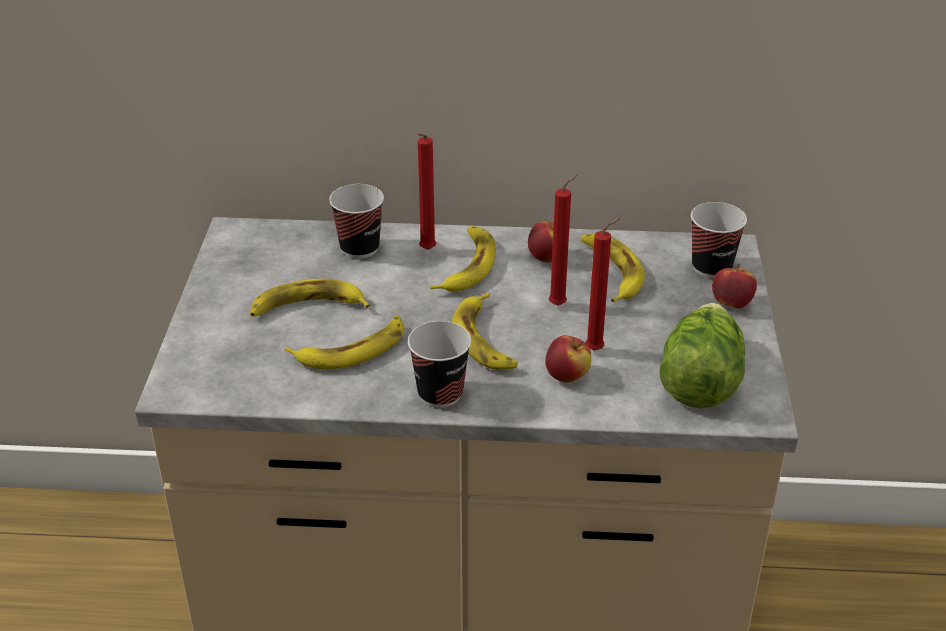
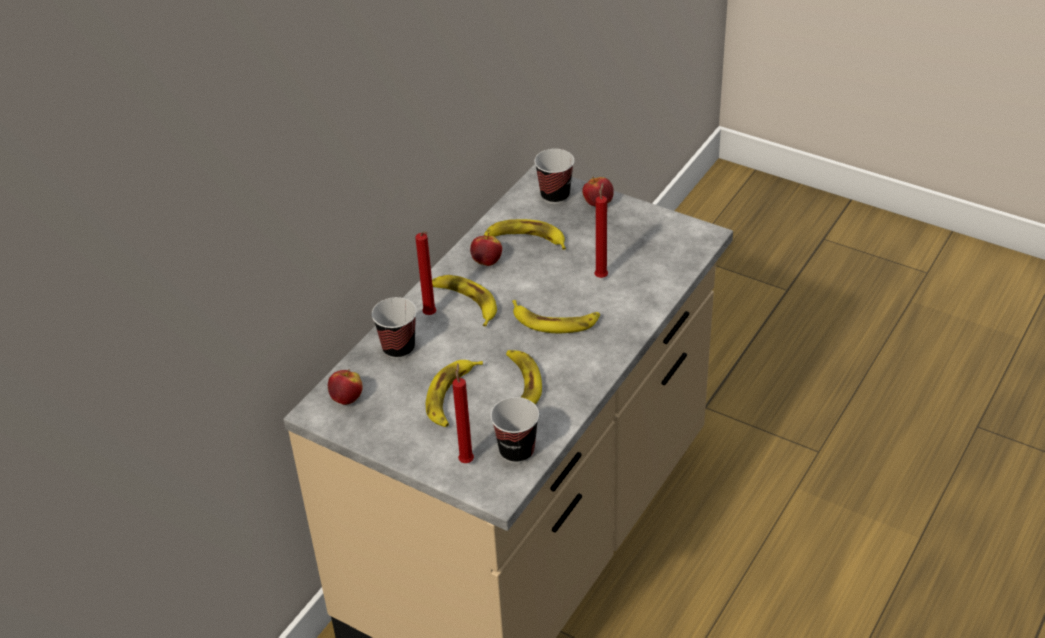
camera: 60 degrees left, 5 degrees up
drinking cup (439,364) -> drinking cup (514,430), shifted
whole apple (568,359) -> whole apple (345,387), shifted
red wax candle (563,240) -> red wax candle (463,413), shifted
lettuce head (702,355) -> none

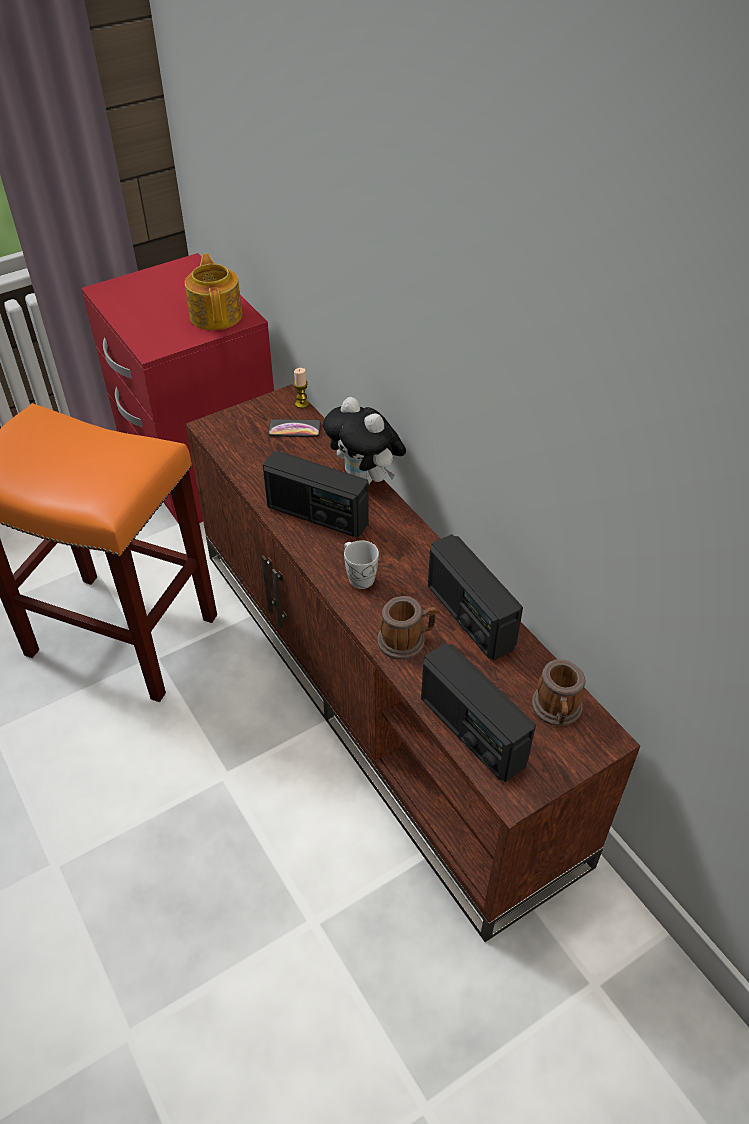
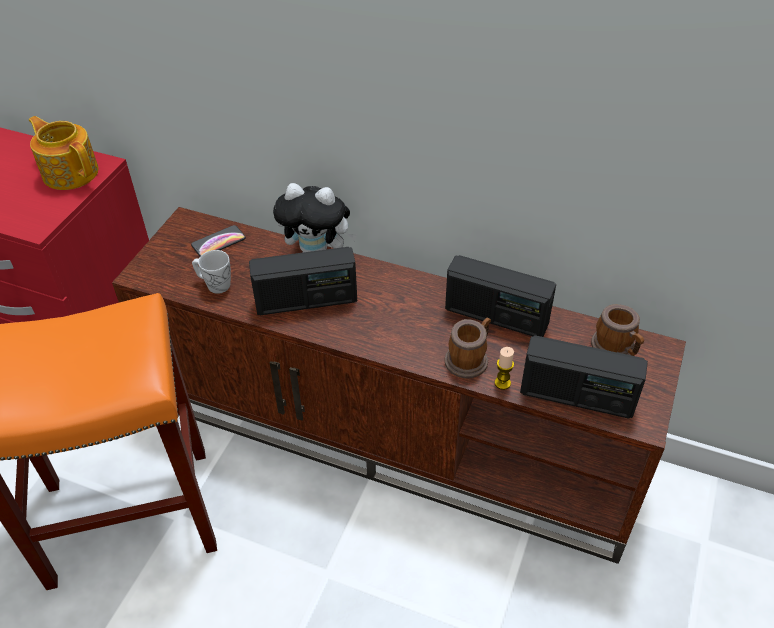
camera: 35 degrees left, 0 degrees up
wax candle (301,388) -> wax candle (504,368), shifted
white mug (361,564) -> white mug (211,272), shifted

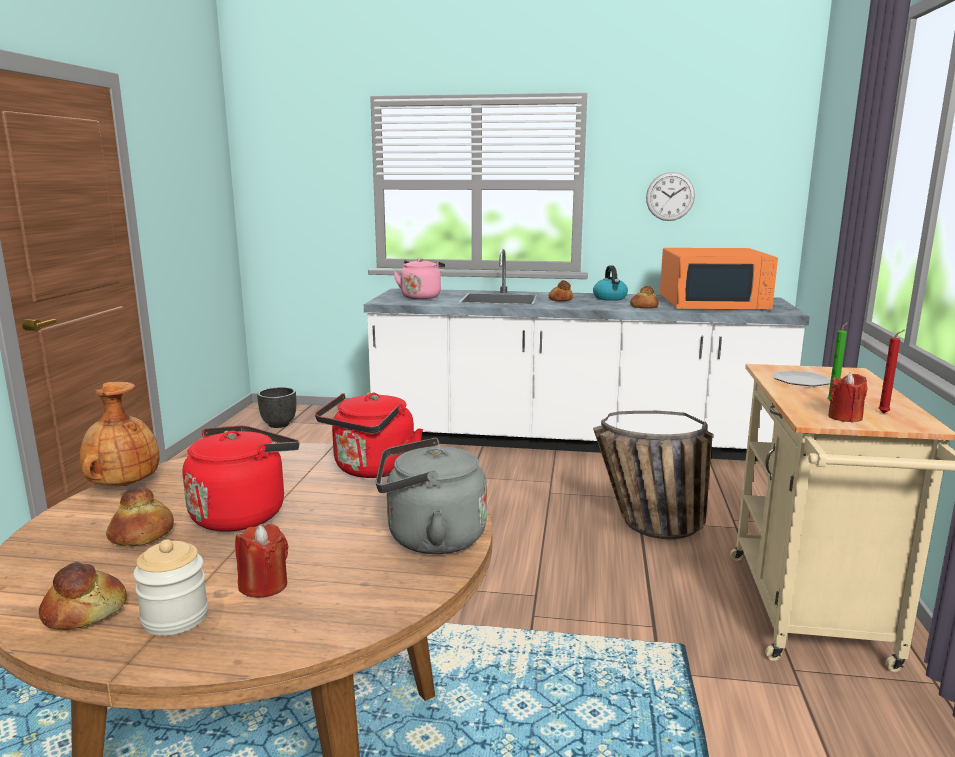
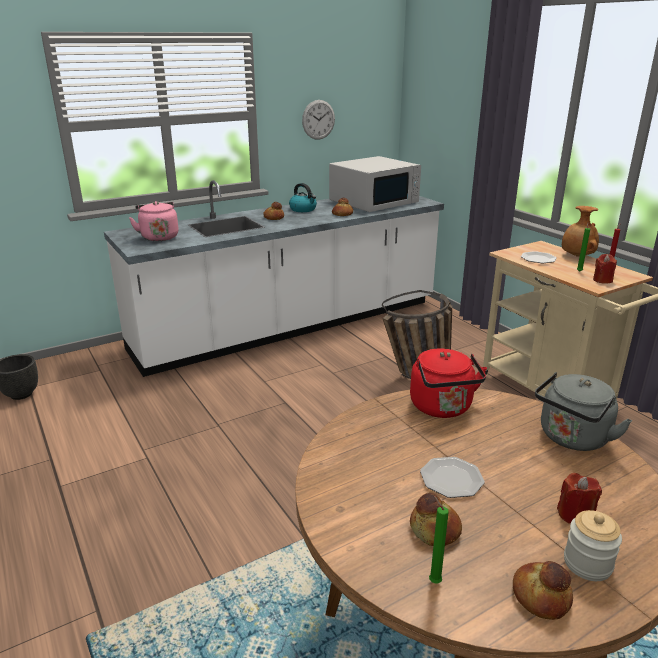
camera: 40 degrees left, 10 degrees up
brown decorative vase (119,434) -> brown decorative vase (580,231), shifted
red tea kettle (241,479) -> plate (452,477)
orange microwave oven (719,279) -> white microwave oven (375,184)
none -> greenish wax candle (439,539)

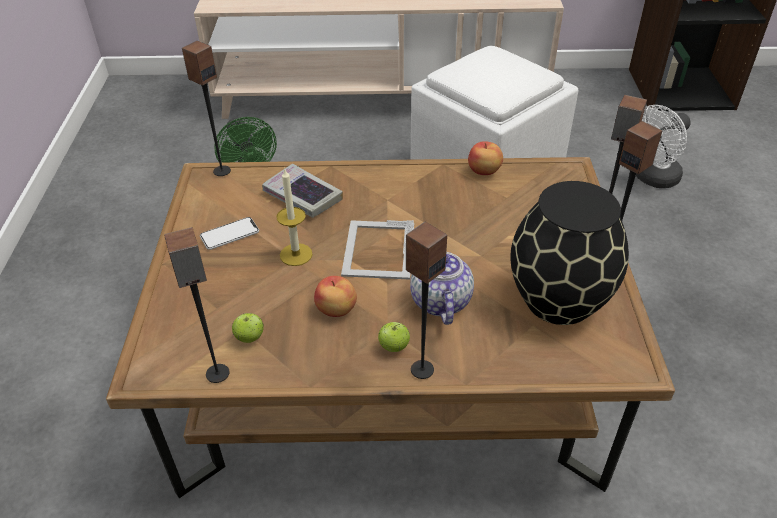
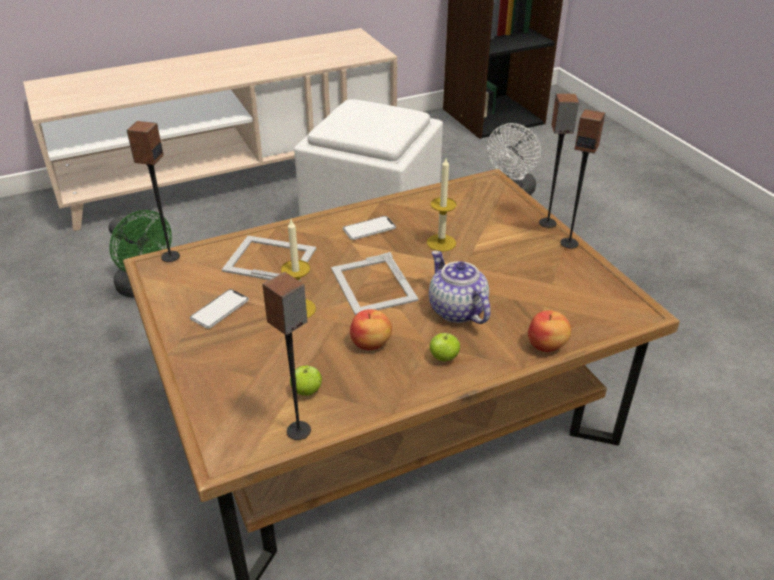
camera: 25 degrees left, 5 degrees down
book (302,191) -> standing frame (269,258)
loudspeaker (426,300) -> none
whole apple (485,158) -> whole apple (549,331), shifted
black decorative vase (569,253) -> none
none -> telephone (369,228)
none -> wax candle (442,205)

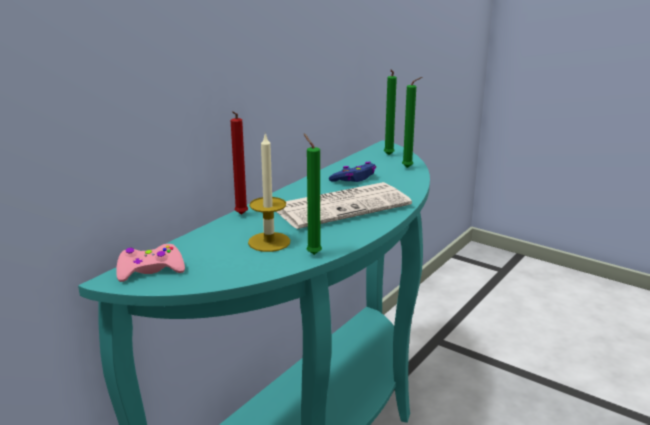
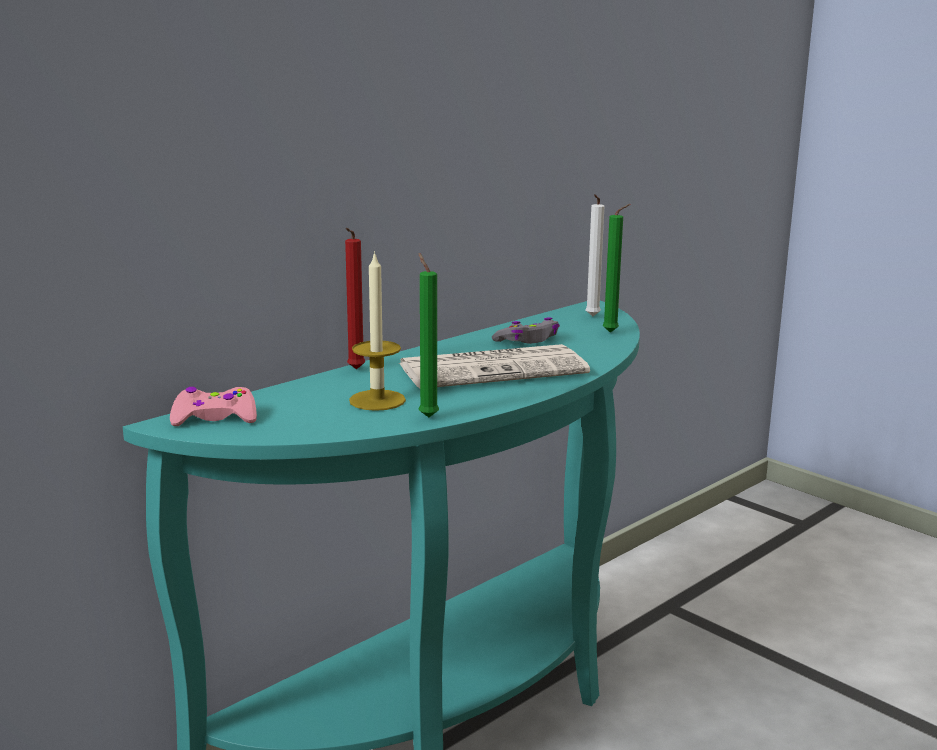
camera: 10 degrees right, 5 degrees down
bluish joypad (352,172) -> greyish joypad (526,330)
greenish wax candle (390,112) -> white wax candle (594,255)

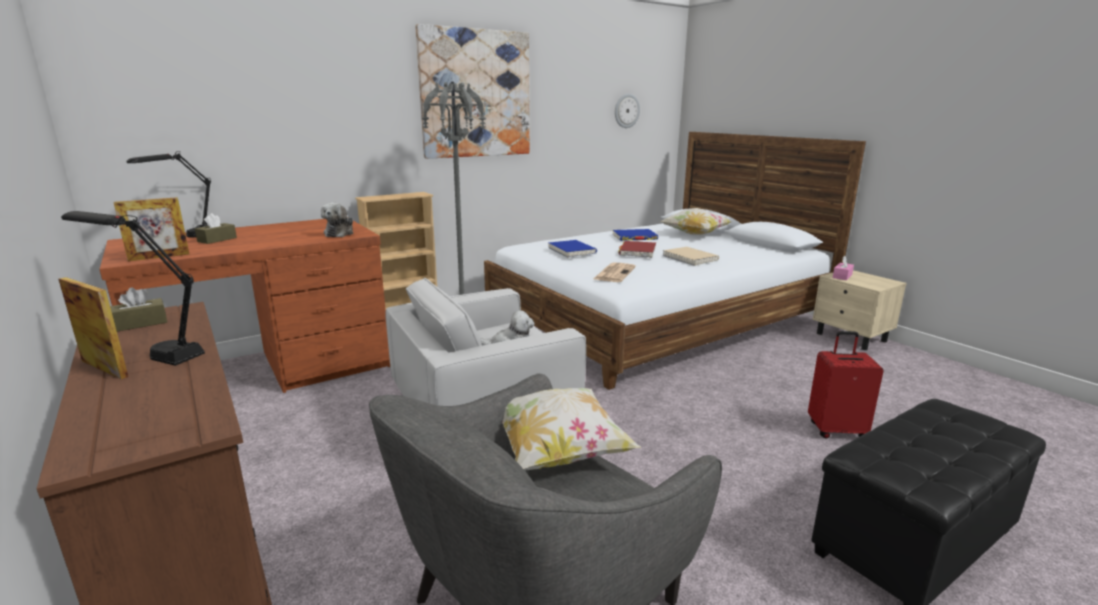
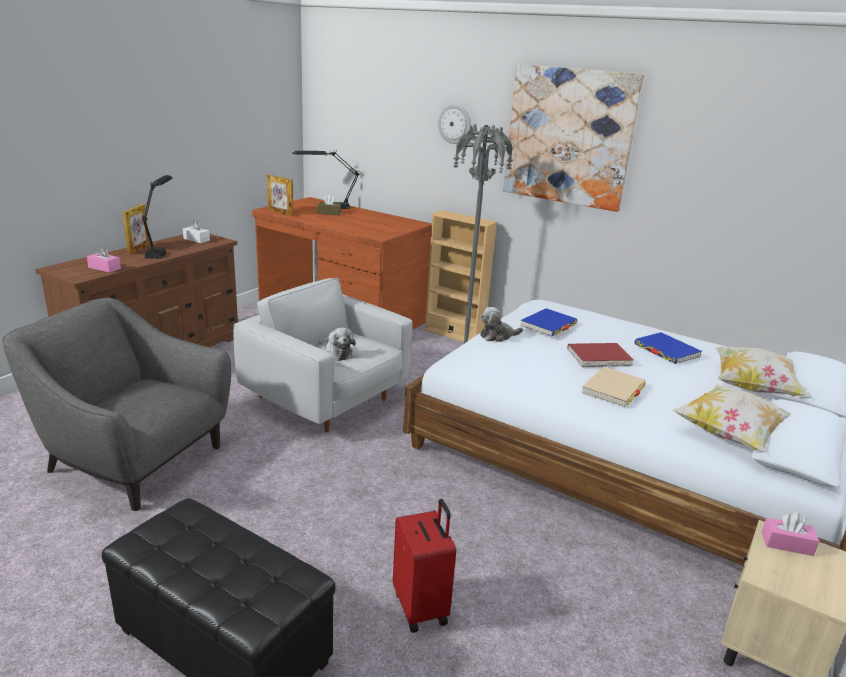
camera: 65 degrees right, 5 degrees up
brown tissue holder (138,309) -> white tissue holder (196,231)
cuddly toy (337,220) -> cuddly toy (501,324), shifted
throw pillow (571,429) -> throw pillow (731,418), shifted
printed paper (615,272) -> none
hanging clock (627,110) -> hanging clock (454,124), shifted
none -> pink-coloured tissue holder (104,259)

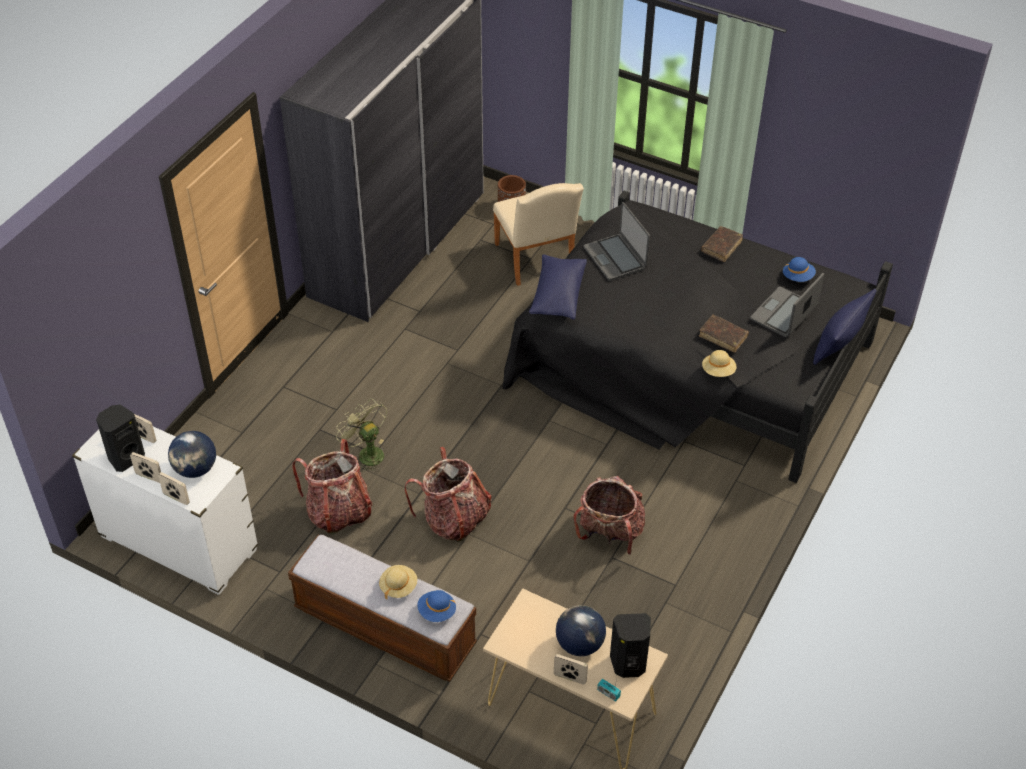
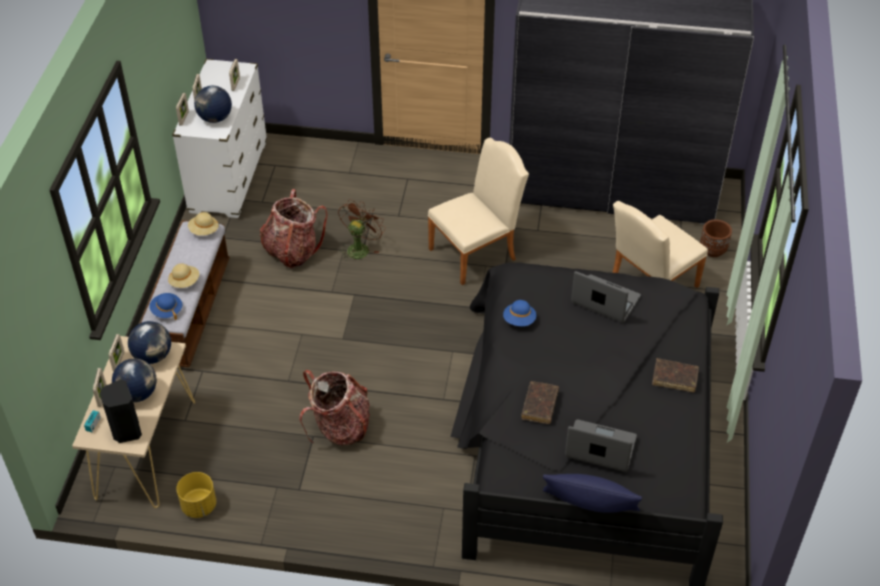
camera: 70 degrees right, 0 degrees up
black loudspeaker (120,438) -> none
greenish electric fan (361,435) -> brown electric fan (361,230)
rucksack (448,494) -> none
bluish throw pillow (558,287) -> none
notebook computer (617,241) -> notebook computer (606,297), 75 degrees clockwise
beige wearable hat (719,363) -> beige wearable hat (203,224), shifted
bluish wearable hat (799,269) -> bluish wearable hat (519,313), shifted
none -> standing frame (116,353)
none -> globe (149,342)
none -> yellow-coloured planter (196,495)
none -> beige upright chair (478,211)

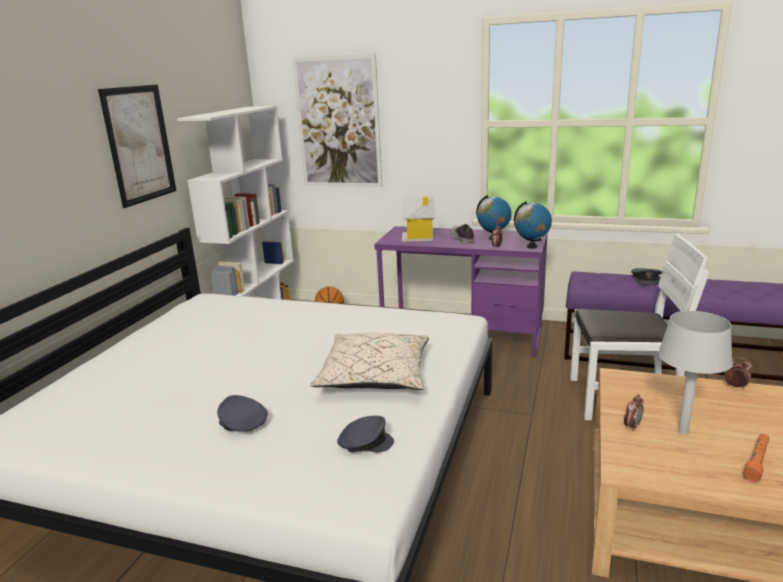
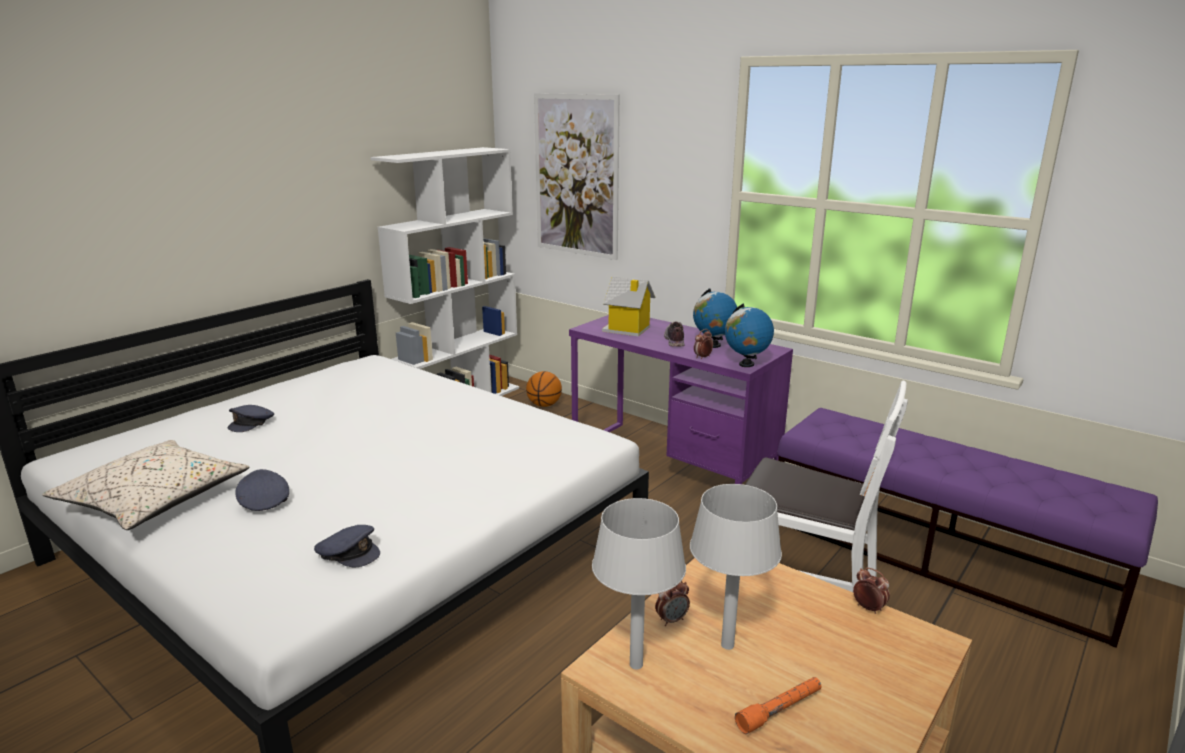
camera: 20 degrees right, 0 degrees up
wall picture (137,146) -> none
beige throw pillow (370,361) -> beige throw pillow (146,485), shifted
greyish peaked cap (646,276) -> greyish peaked cap (251,418), shifted
none -> greyish lamp for a table (639,583)

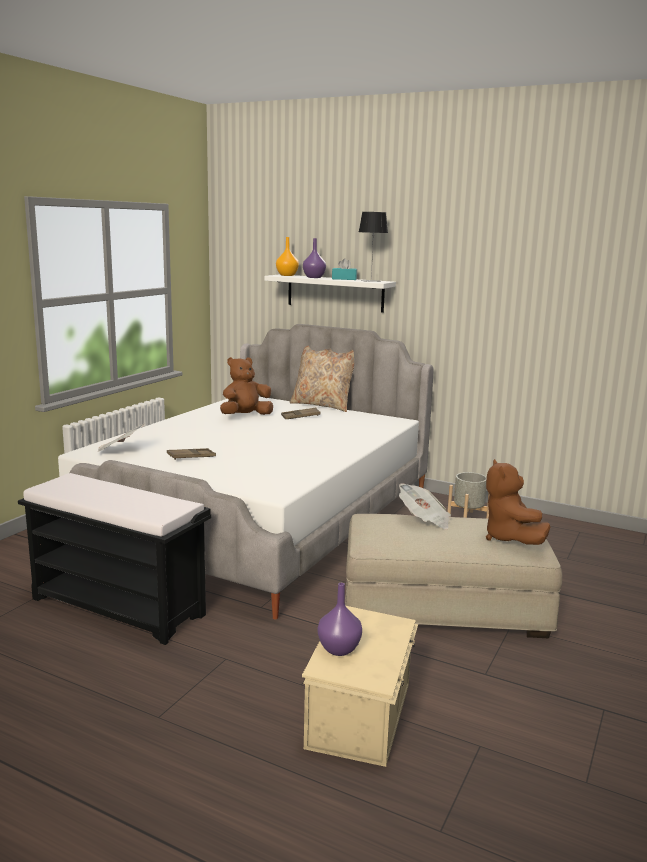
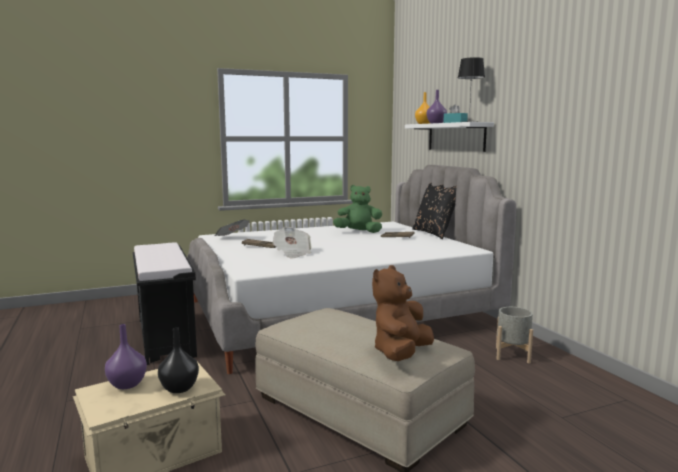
camera: 40 degrees right, 5 degrees down
brown cuddly toy (246,386) -> greenish cuddly toy (357,209)
beige throw pillow (322,378) -> black throw pillow (434,210)
printed paper (425,506) -> printed paper (292,242), shifted
none -> black decorative vase (178,360)

